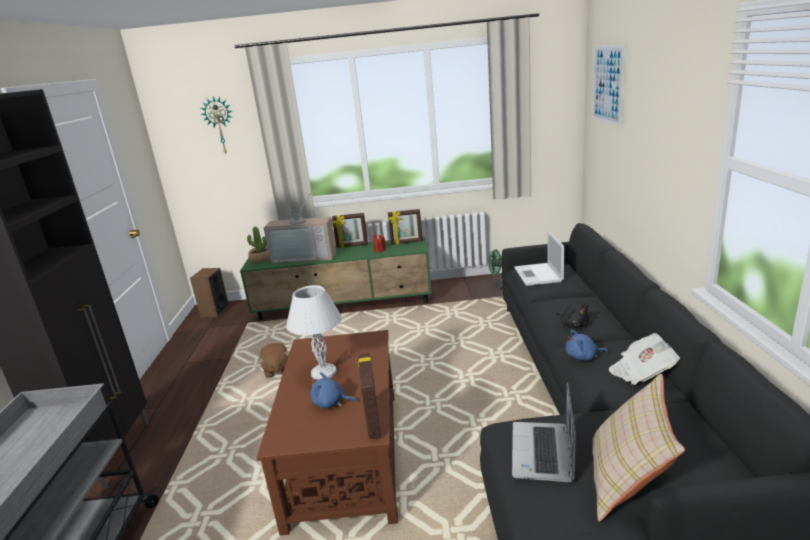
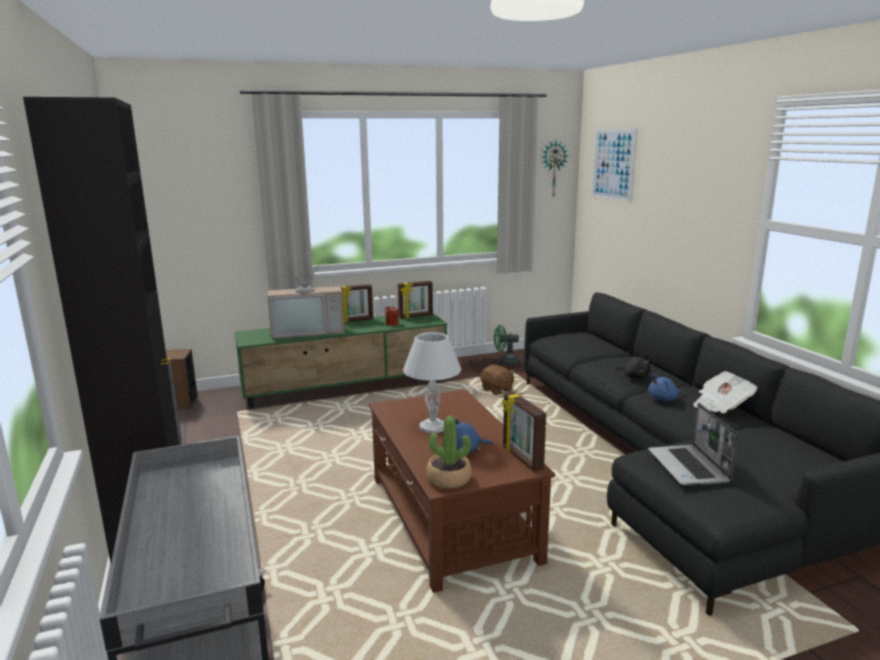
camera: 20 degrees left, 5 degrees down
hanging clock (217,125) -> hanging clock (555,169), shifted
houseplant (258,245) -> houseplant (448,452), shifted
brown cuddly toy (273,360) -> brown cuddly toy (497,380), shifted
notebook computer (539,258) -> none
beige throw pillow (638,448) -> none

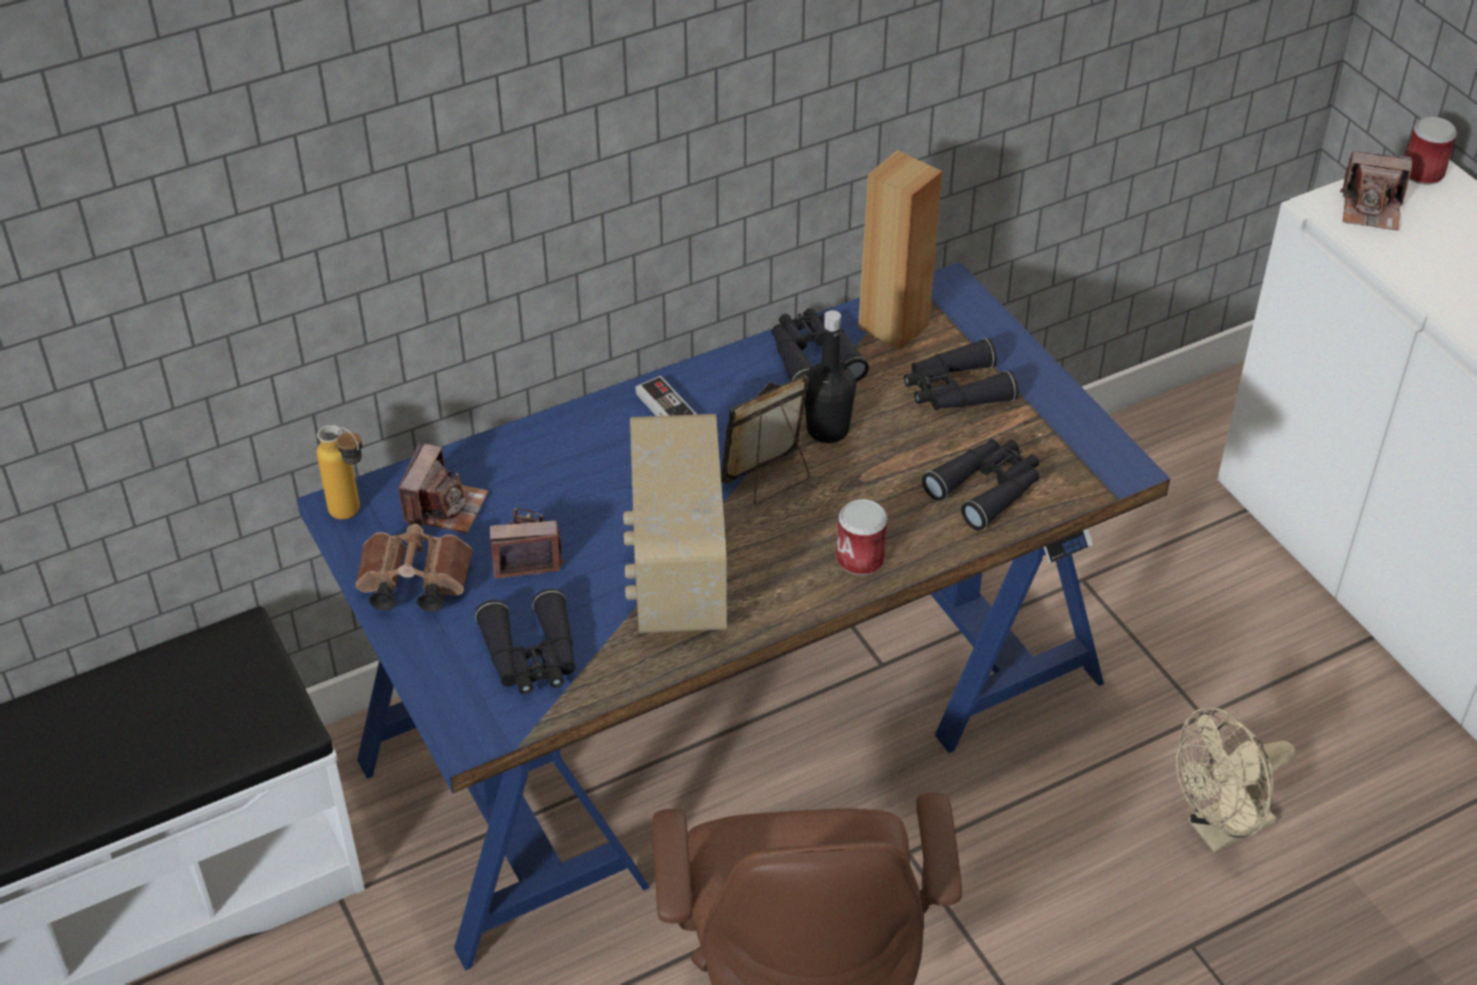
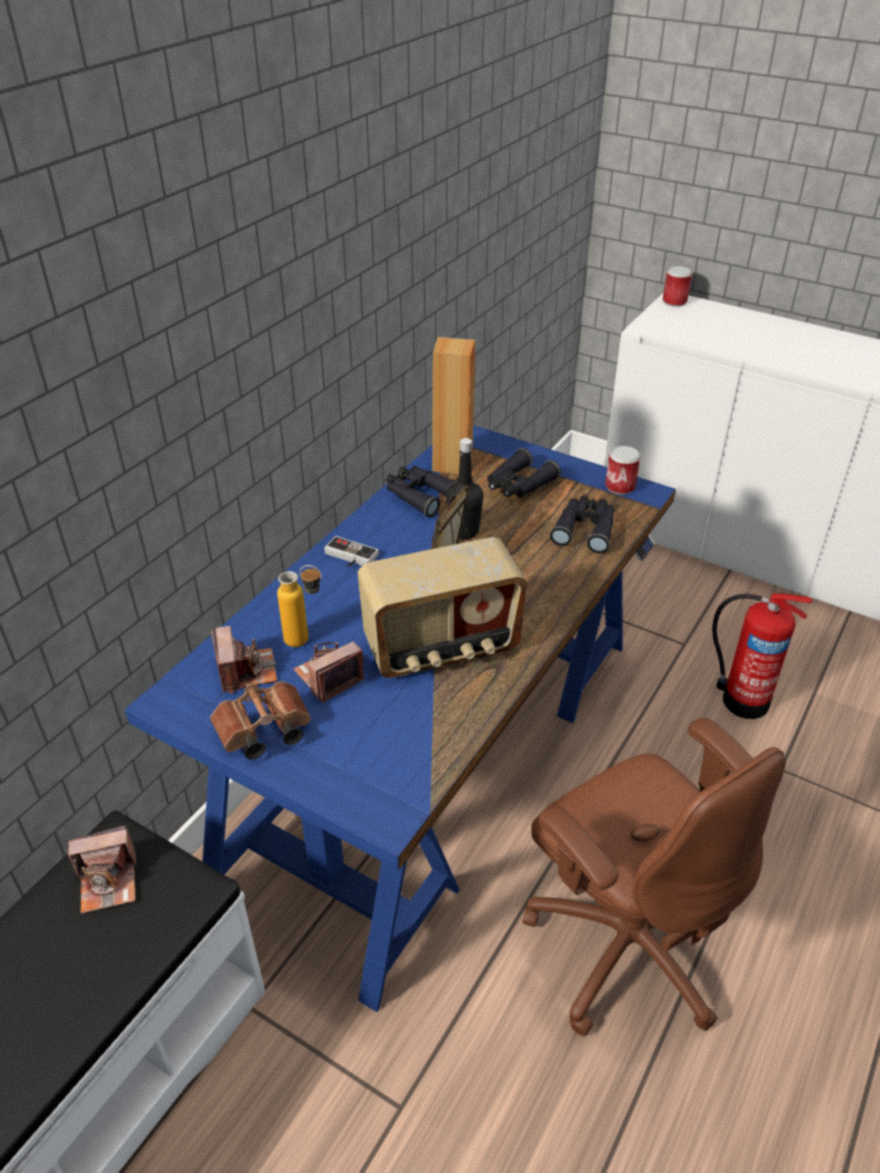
camera: 30 degrees left, 5 degrees down
bottle (339,472) -> bottle (299,606), shifted
black binoculars (525,641) -> none
radio set (675,523) -> radio set (442,607), 75 degrees counterclockwise
metal can (862,537) -> metal can (622,470), shifted
beige electric fan (1235,779) -> extinguisher (762,656)
photo camera (1376,191) -> photo camera (101,869), shifted

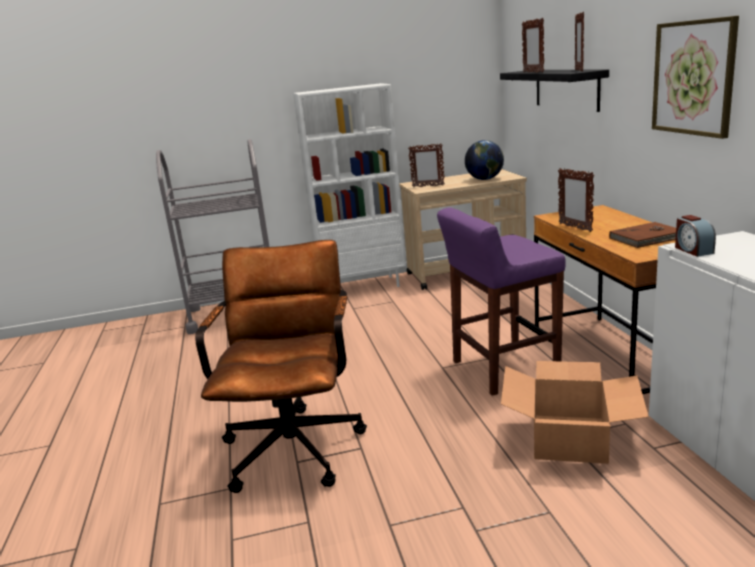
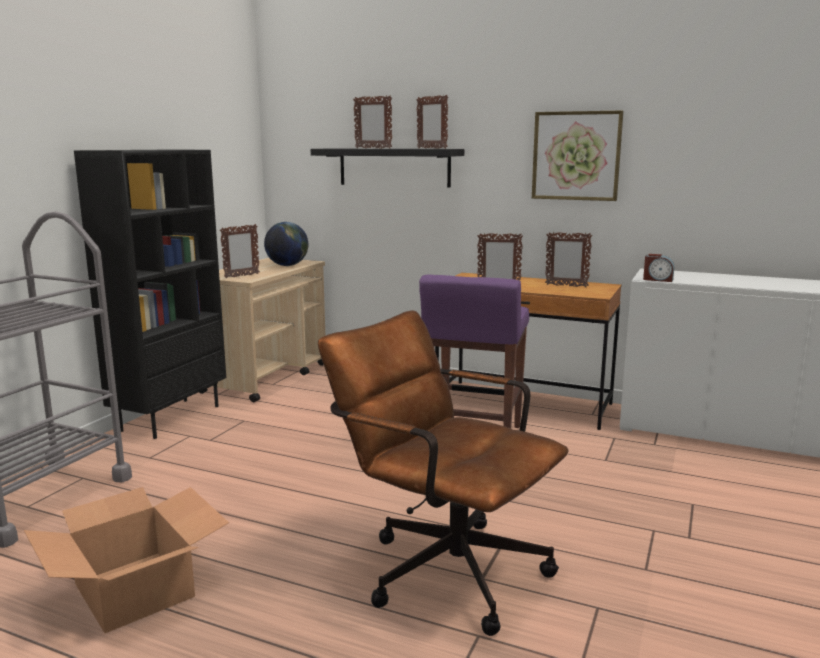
camera: 55 degrees left, 5 degrees down
white bookshelf (349,185) -> black bookshelf (150,294)
packing box (575,412) -> packing box (126,560), shifted
brown book (642,235) -> standing frame (568,259)

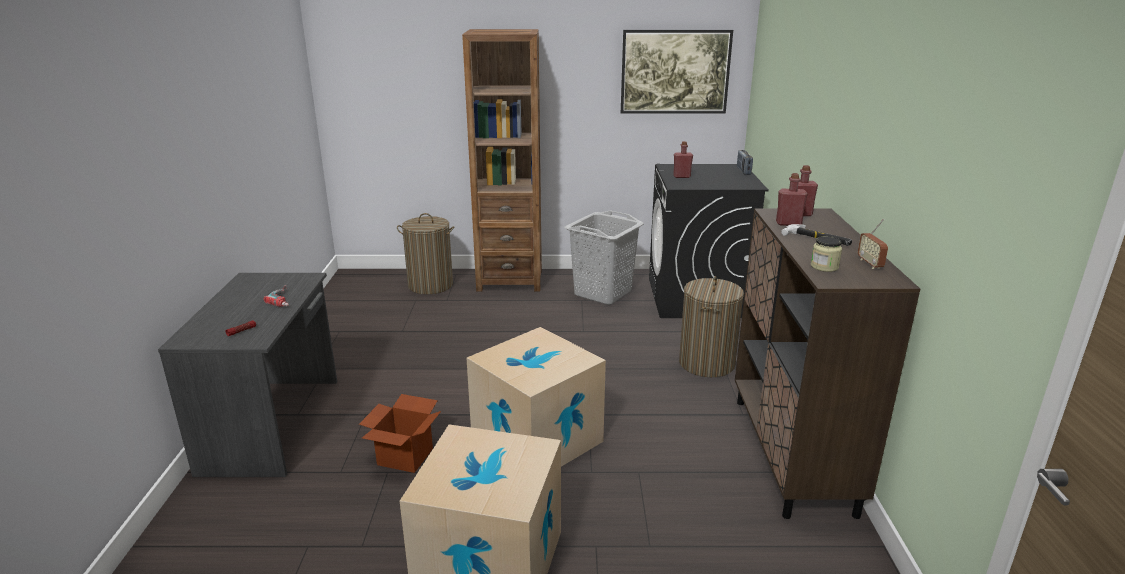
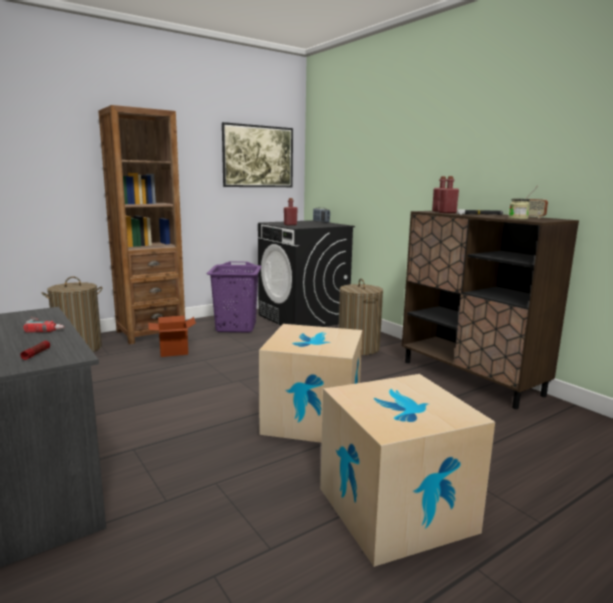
camera: 35 degrees left, 10 degrees down
packing box (400,433) -> packing box (172,336), shifted
greyish hamper (604,257) -> purplish hamper (234,296)

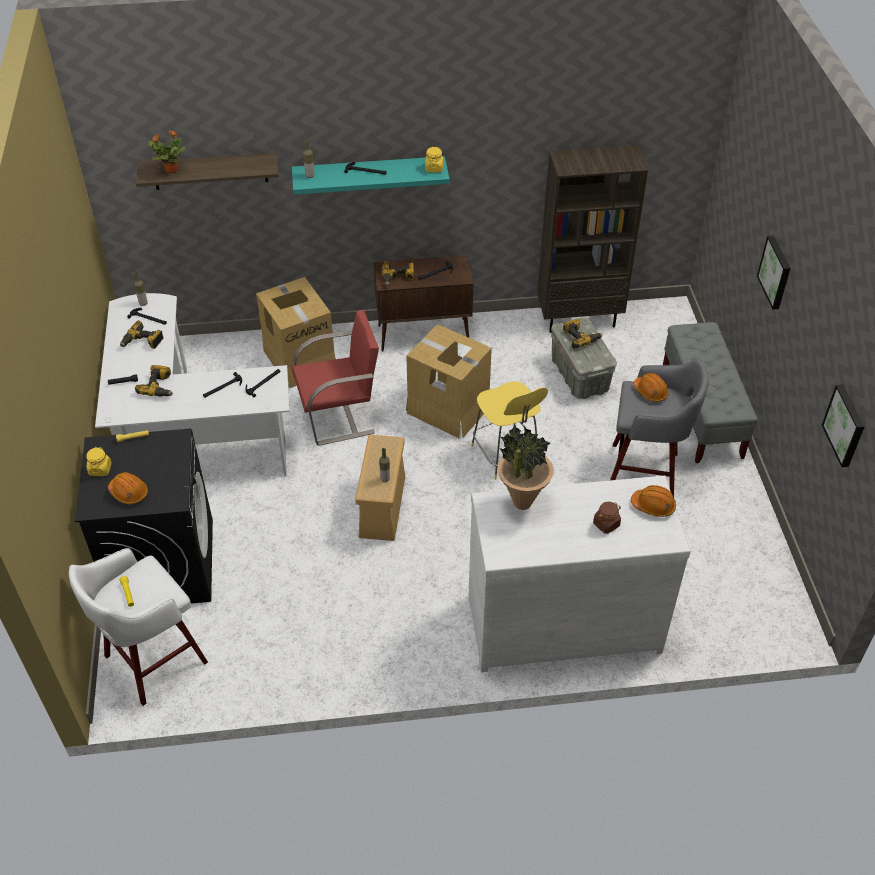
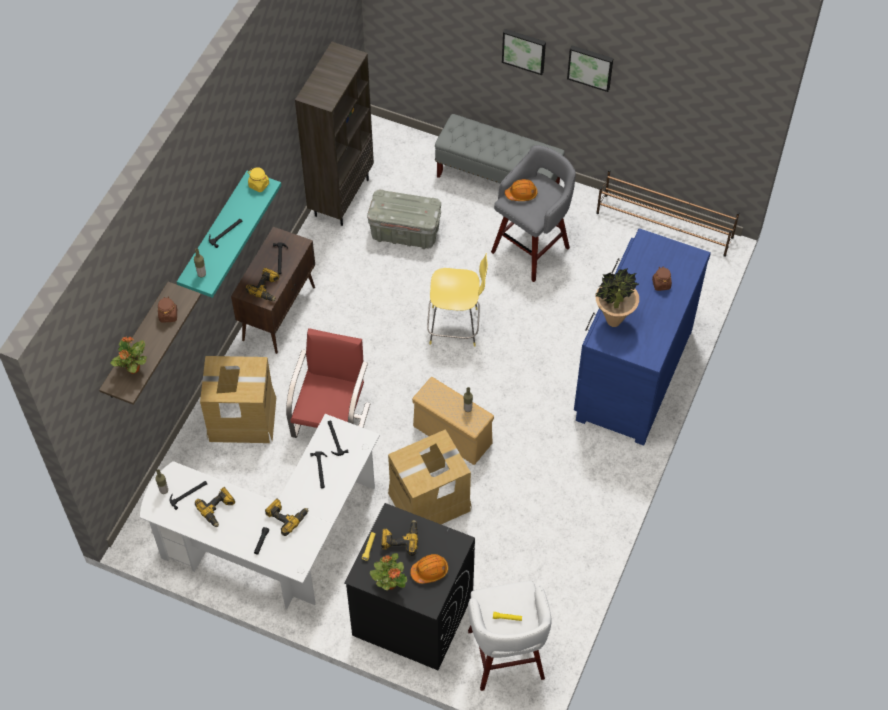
camera: 60 degrees left, 10 degrees up
yellow-coloured jar (99,461) -> houseplant (388,571)
packing box (449,381) -> packing box (430,476), shifted
white dresser (579,574) -> bluish dresser (642,336)
drill (582,334) -> drill (399,538), shifted
orange work helmet (653,501) -> none
wall picture (843,425) -> wall picture (590,68), shifted
none -> brown jar (167,309)
none -> brown shoe rack (667,213)

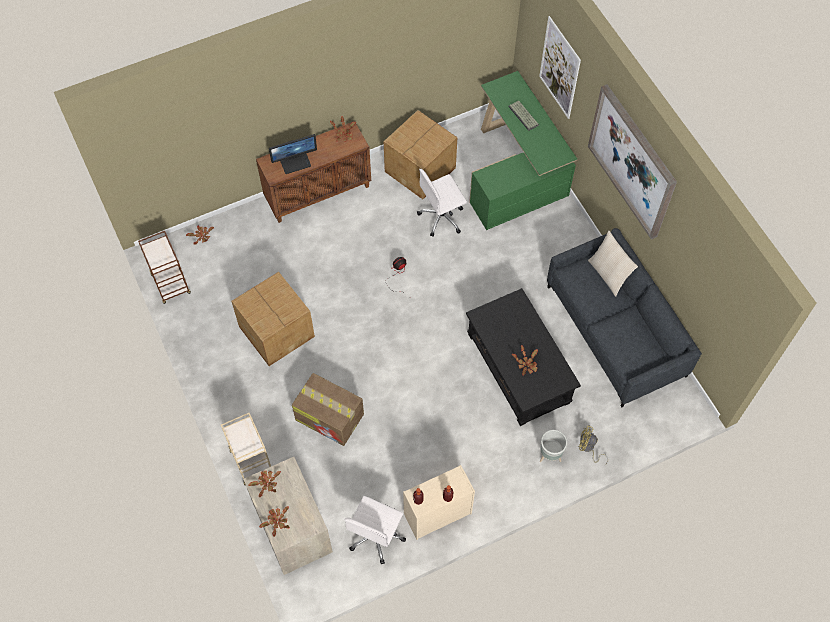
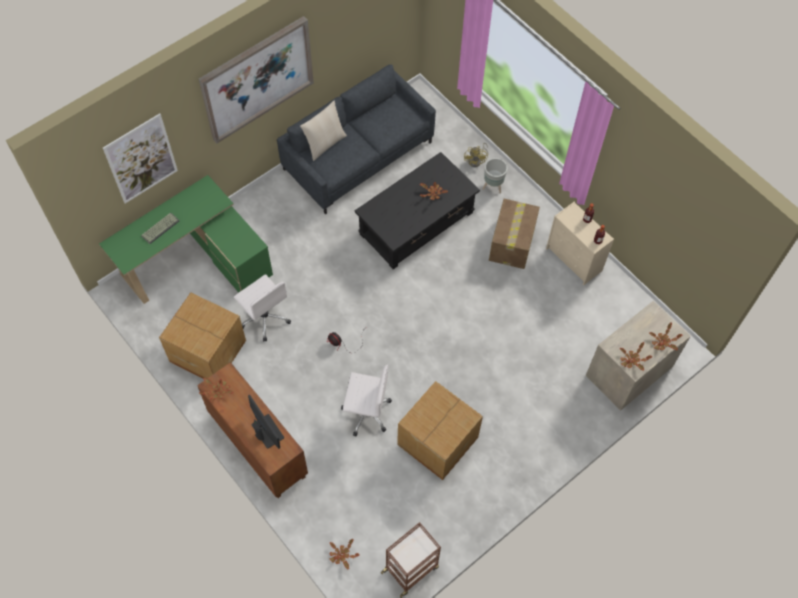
camera: 105 degrees left, 0 degrees up
beige wheeled cart (246,449) -> none
packing box (328,409) -> packing box (514,234), shifted
white office chair (375,530) -> white office chair (366,401), shifted

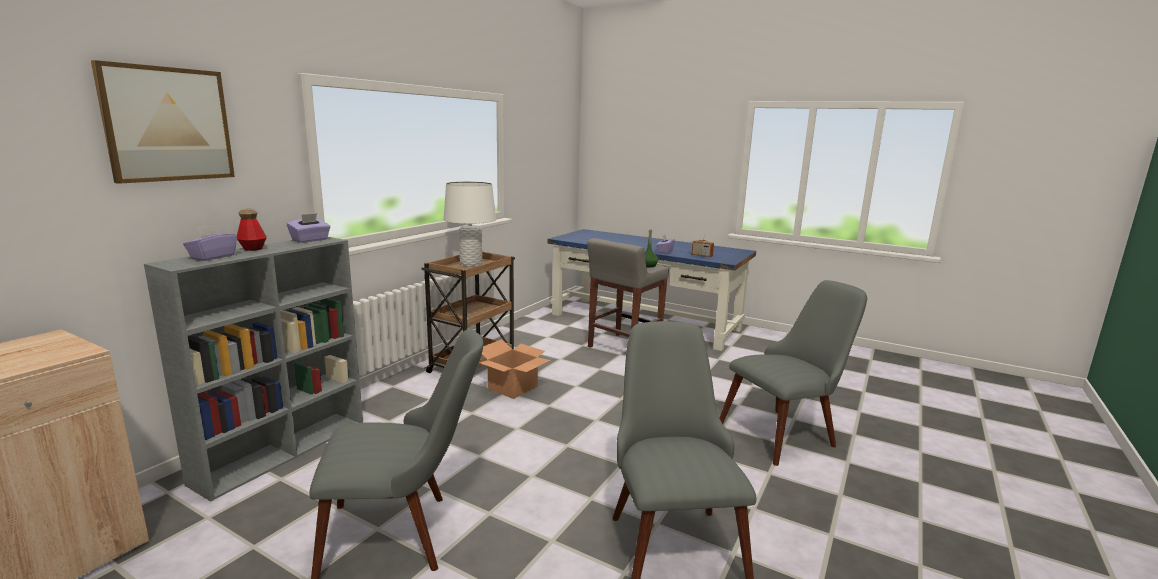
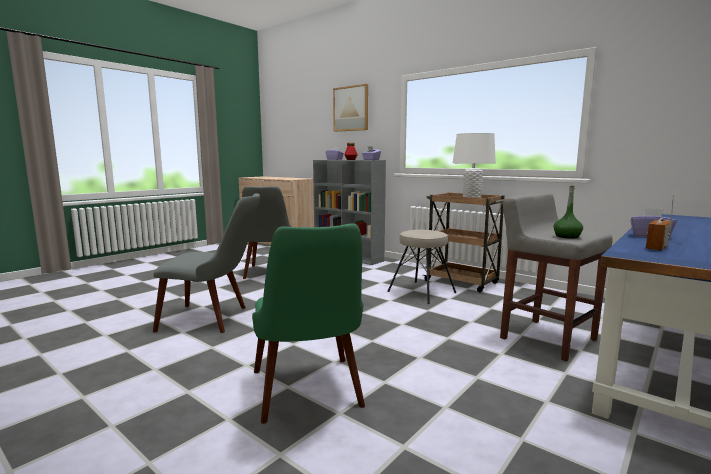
camera: 100 degrees right, 5 degrees down
packing box (515,369) -> beige stool (421,267)
greyish upright chair (793,373) -> greenish upright chair (308,323)

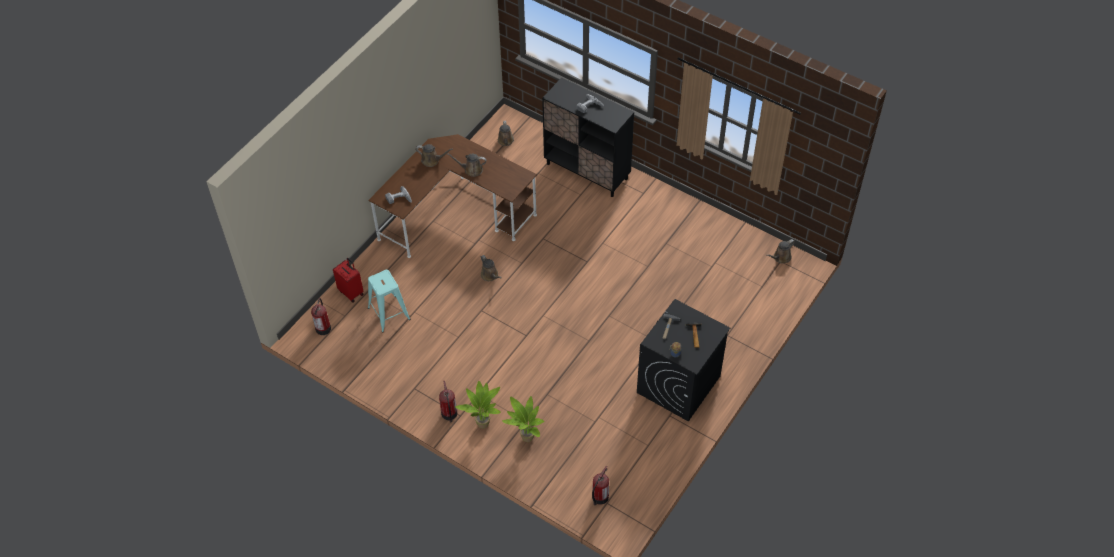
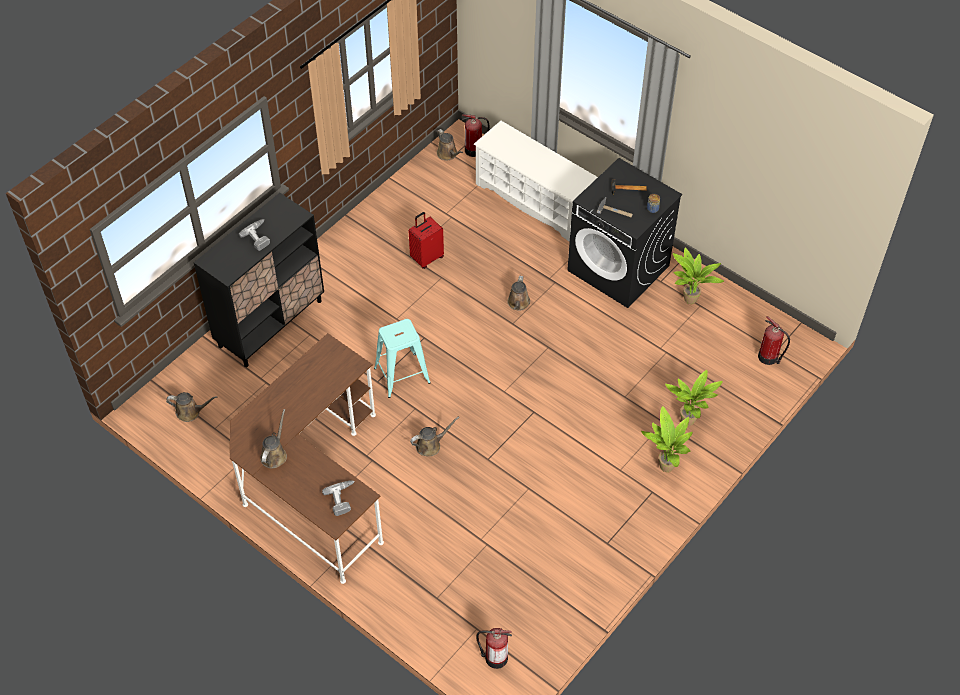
camera: 85 degrees left, 0 degrees up
red piece of luggage (348,280) -> red piece of luggage (426,240), shifted
blue-green stool (389,301) -> blue-green stool (402,358), shifted
extinguisher (448,401) -> extinguisher (475,135), shifted
brown sprinkling can (466,165) -> brown sprinkling can (518,293), shifted
none -> white shoe rack (535,181)
none -> houseplant (698,275)

